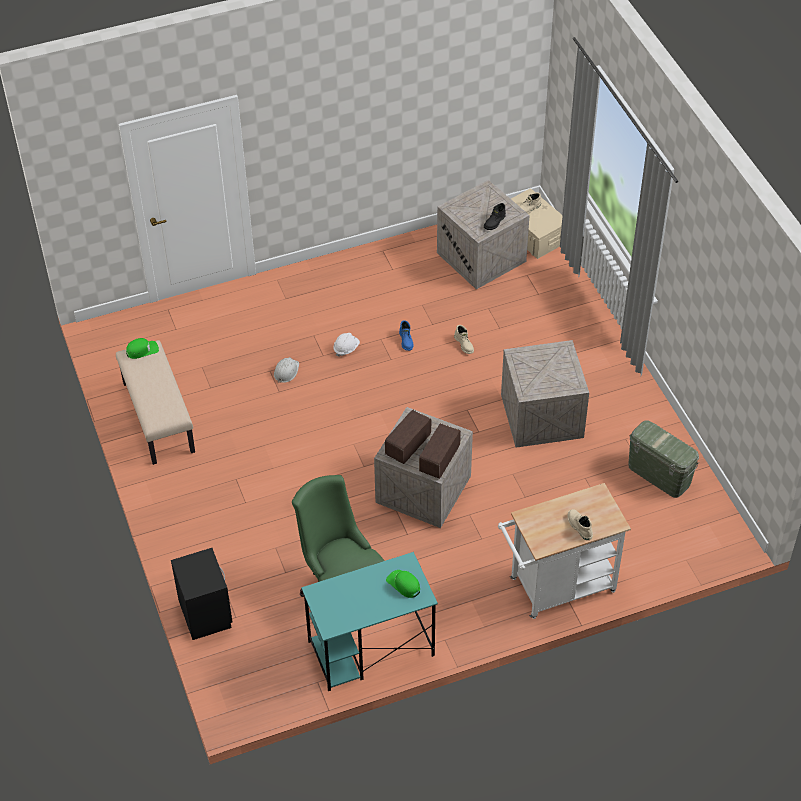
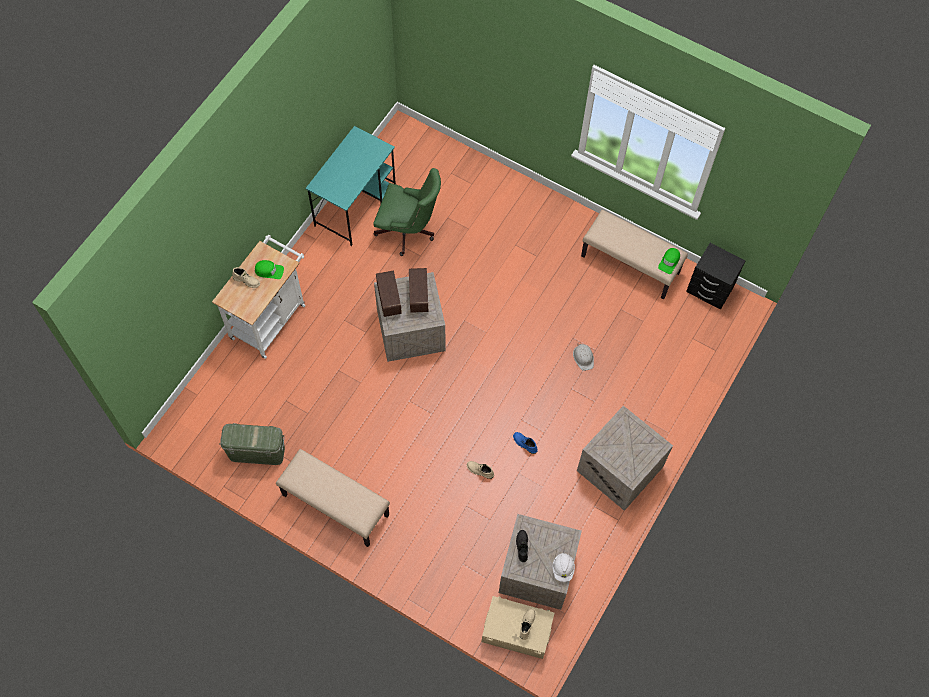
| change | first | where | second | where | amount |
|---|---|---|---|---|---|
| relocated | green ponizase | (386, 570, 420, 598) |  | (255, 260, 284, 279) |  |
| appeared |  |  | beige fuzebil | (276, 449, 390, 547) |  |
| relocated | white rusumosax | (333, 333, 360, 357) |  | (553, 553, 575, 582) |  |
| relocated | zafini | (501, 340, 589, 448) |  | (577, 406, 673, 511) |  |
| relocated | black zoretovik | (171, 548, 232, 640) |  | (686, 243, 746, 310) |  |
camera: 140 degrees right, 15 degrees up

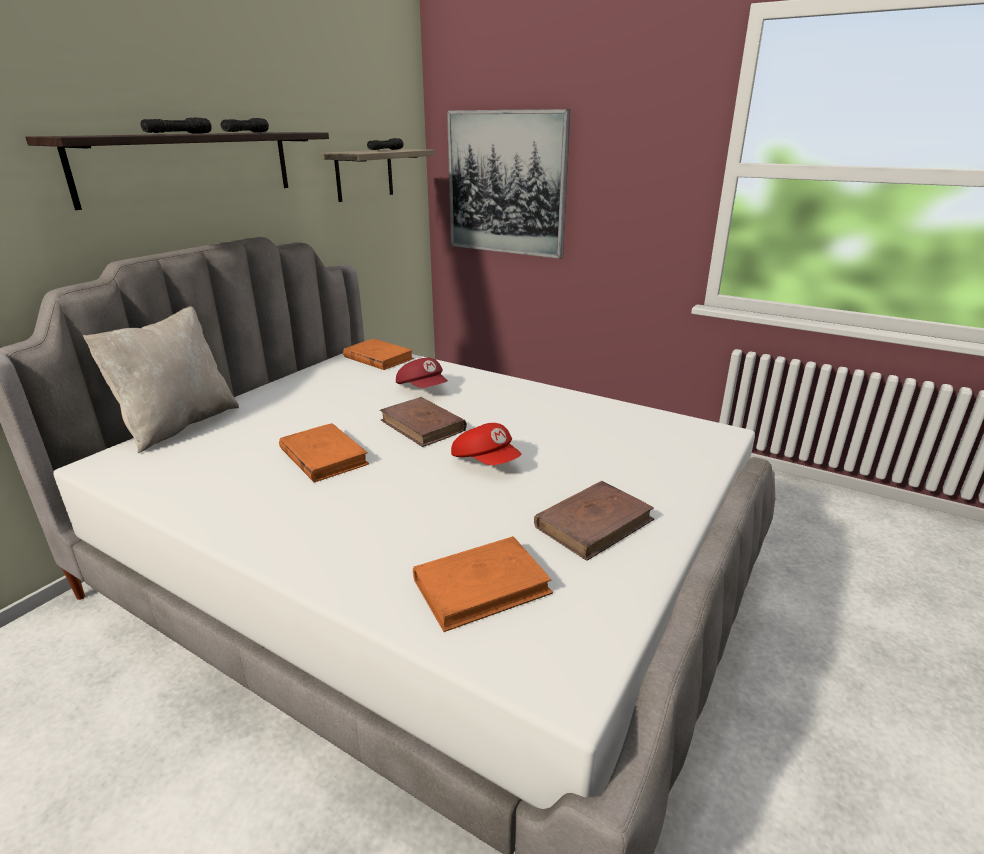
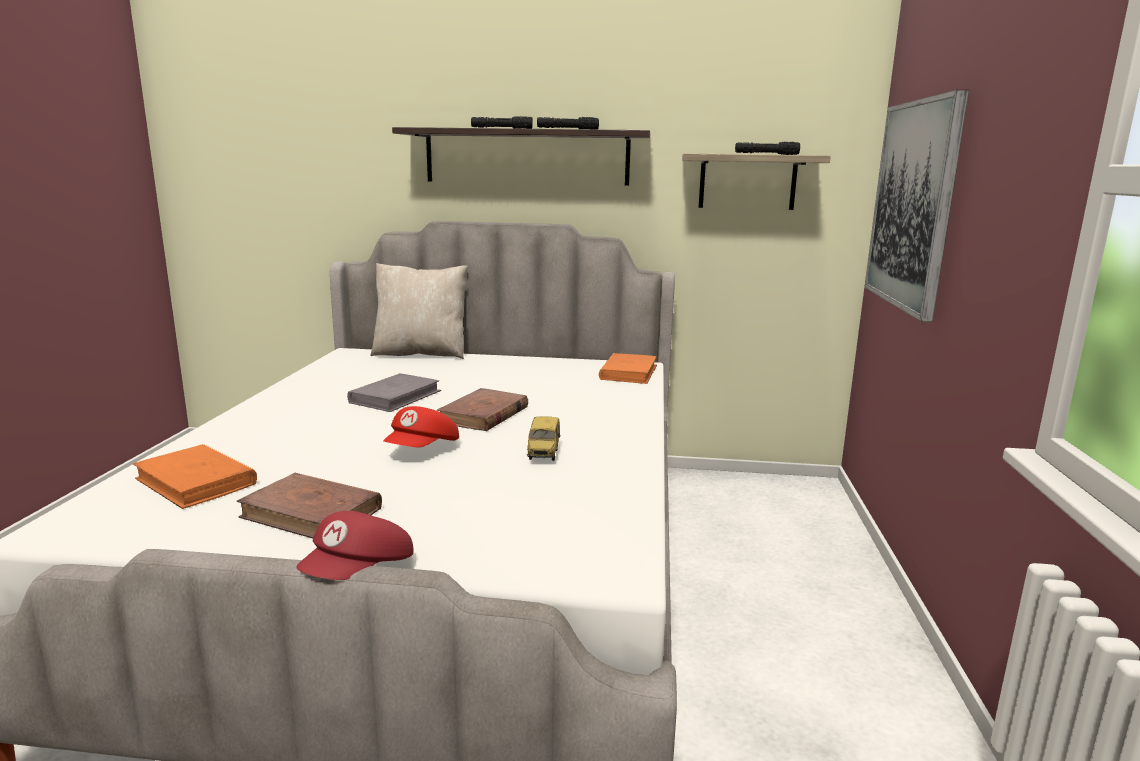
| change | first | where | second | where | amount |
|---|---|---|---|---|---|
| relocated | red ponizase | (396, 358, 448, 388) |  | (296, 511, 414, 580) |  |
| colour | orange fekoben | (279, 423, 369, 483) | grey fekoben | (347, 373, 441, 412) |  |
| appeared |  |  | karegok | (527, 416, 561, 461) |  |
camera: 65 degrees right, 10 degrees down

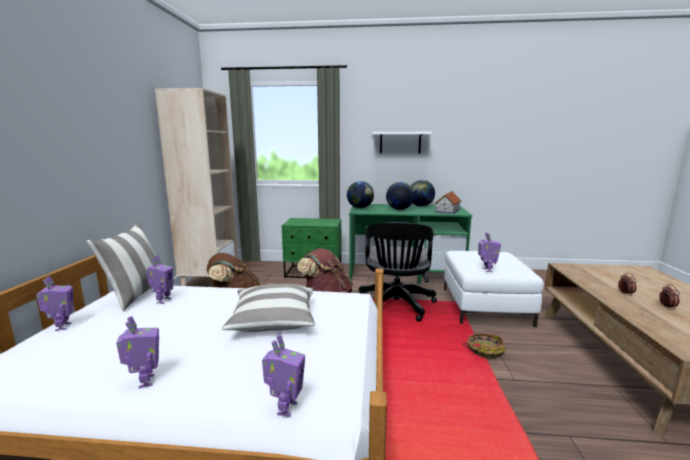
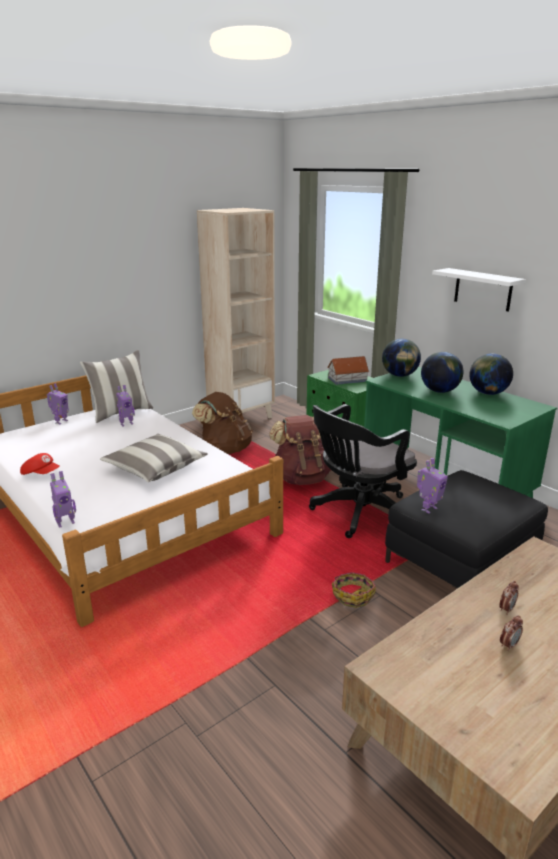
| change | first | where | second | where | amount |
|---|---|---|---|---|---|
| exchanged | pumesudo | (116, 316, 159, 389) | red ponizase | (20, 453, 60, 475) |  |
| relocated | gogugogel | (435, 191, 461, 214) |  | (327, 356, 369, 385) |  |
| colour | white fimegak | (444, 251, 544, 327) | black fimegak | (385, 470, 548, 589) |  |
camera: 45 degrees right, 10 degrees up

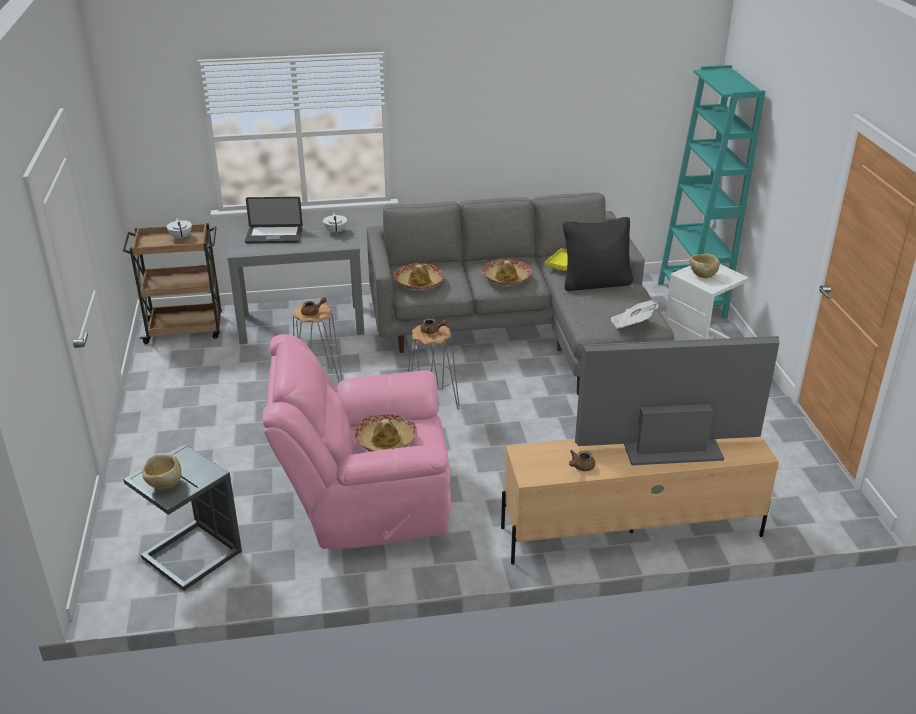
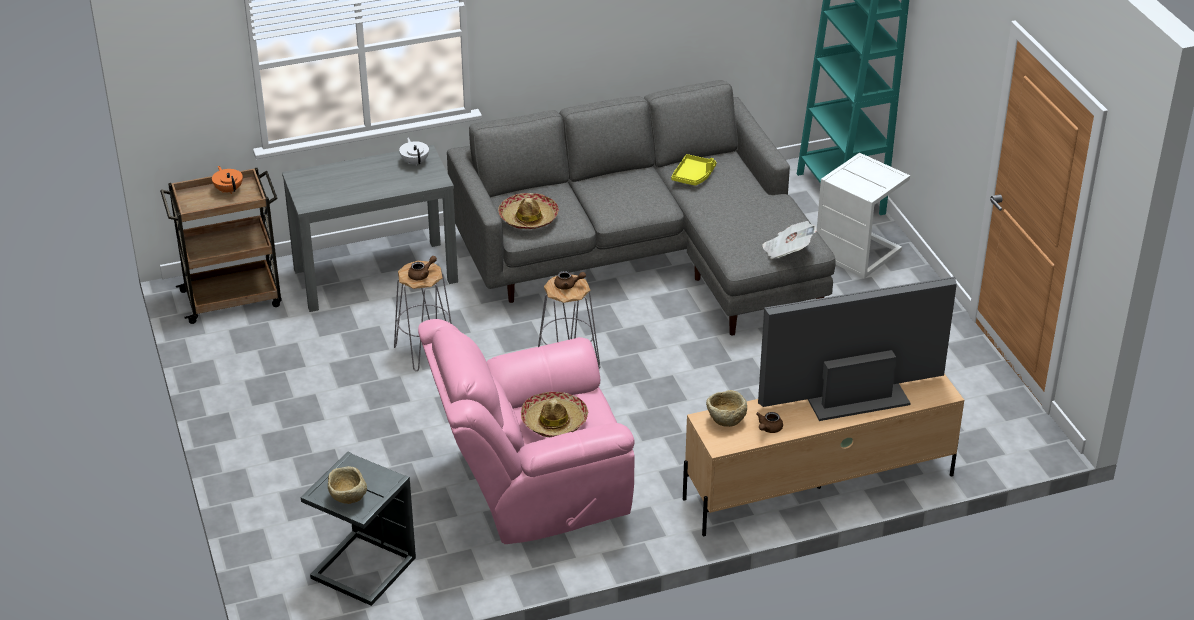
| change | first | where | second | where | amount |
|---|---|---|---|---|---|
| colour | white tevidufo | (167, 218, 192, 240) | orange tevidufo | (212, 166, 243, 194) |  |
| relocated | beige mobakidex | (689, 253, 720, 278) |  | (706, 390, 747, 427) |  |
| missing | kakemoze | (245, 197, 303, 244) |  |  |  |
| missing | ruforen | (482, 259, 531, 285) |  |  |  |
| missing | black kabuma | (563, 217, 633, 291) |  |  |  |
camera: 10 degrees left, 5 degrees up

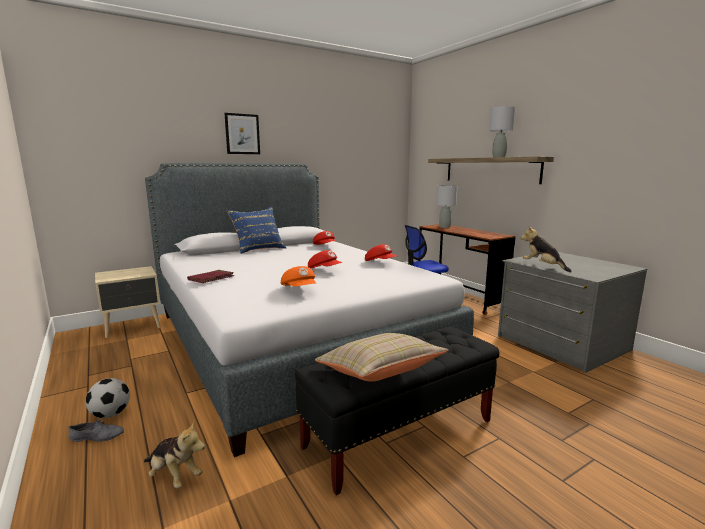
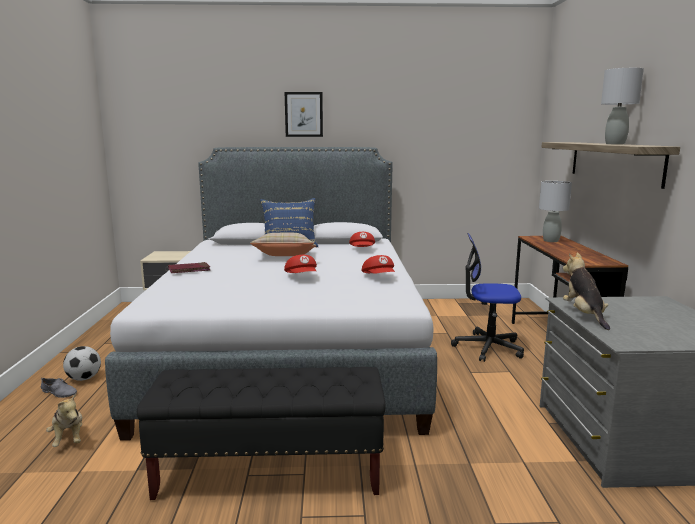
| change | first | where | second | where | amount |
|---|---|---|---|---|---|
| relocated | beige kabuma | (315, 333, 448, 382) |  | (250, 233, 317, 256) |  |
| missing | orange ponizase | (281, 266, 316, 287) |  |  |  |
camera: 30 degrees right, 0 degrees up

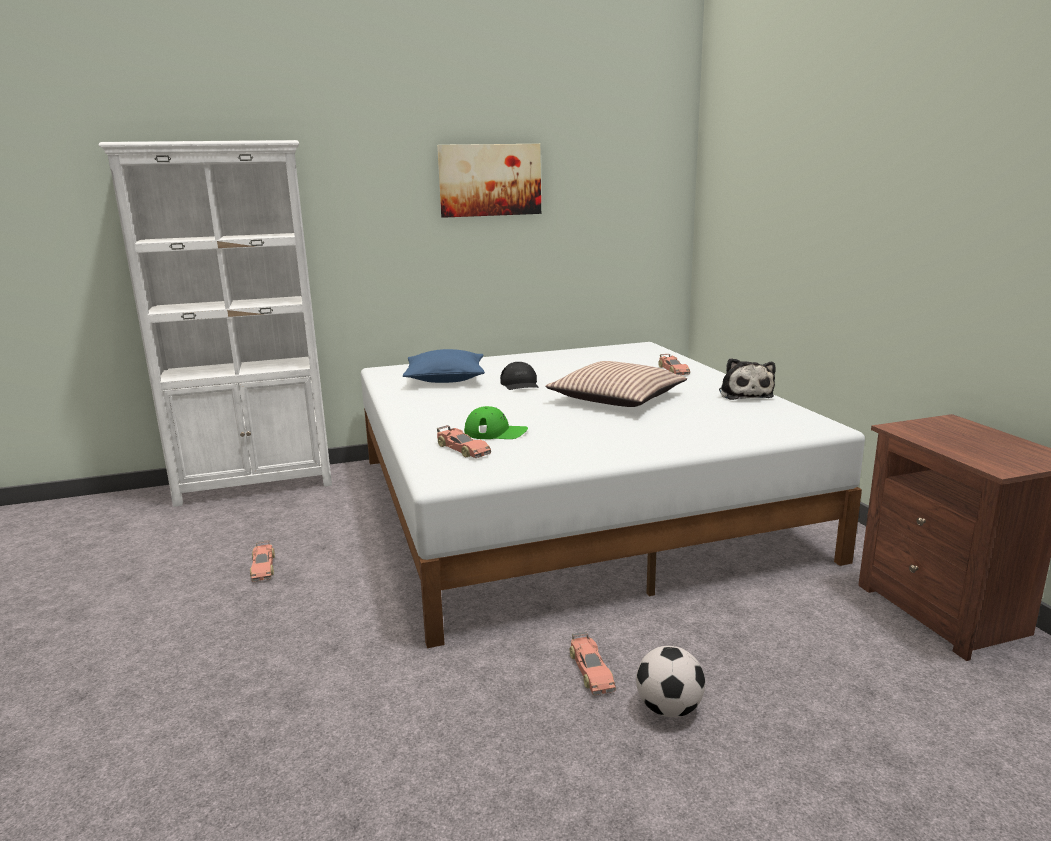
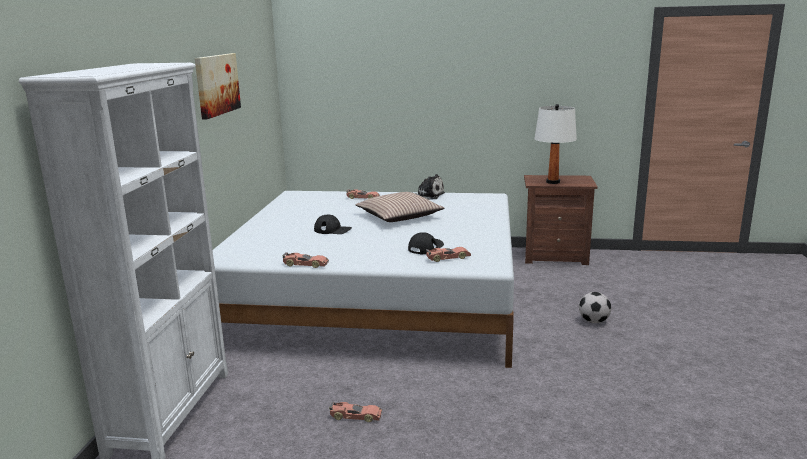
| change | first | where | second | where | amount |
|---|---|---|---|---|---|
| relocated | karegok | (570, 632, 616, 695) |  | (282, 252, 329, 268) |  |
| colour | green ponizase | (464, 406, 528, 439) | black ponizase | (408, 232, 444, 254) |  |
| appeared |  |  | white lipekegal | (534, 104, 577, 184) |  |
| missing | blue kabuma | (403, 349, 485, 383) |  |  |  |
camera: 65 degrees left, 0 degrees up

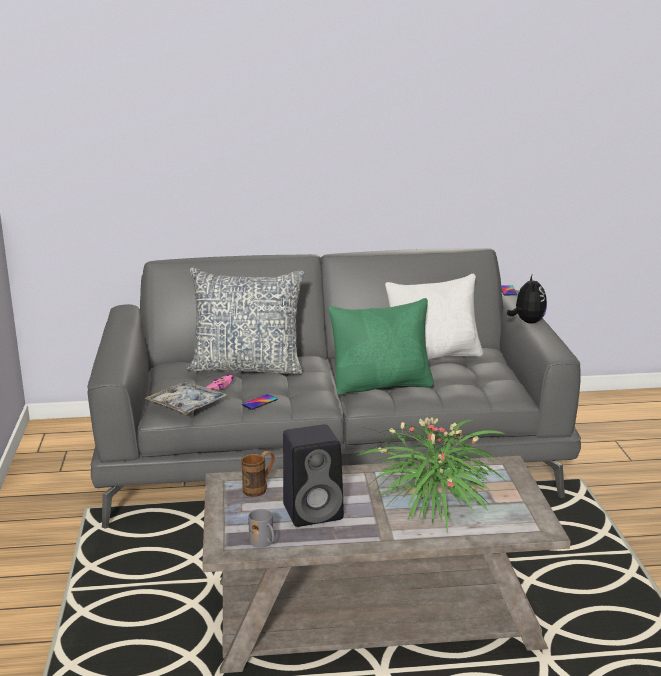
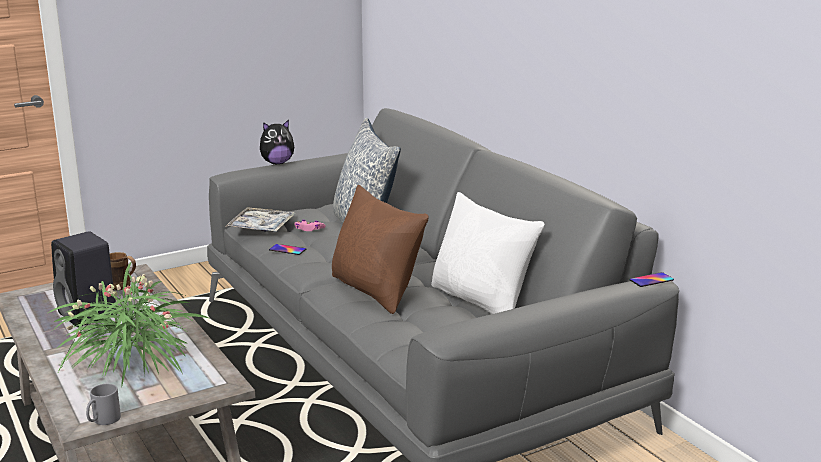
| change | first | where | second | where | amount |
|---|---|---|---|---|---|
| relocated | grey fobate | (248, 509, 275, 548) |  | (86, 384, 121, 425) |  |
| relocated | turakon | (507, 275, 547, 324) |  | (260, 120, 294, 164) |  |
| colour | green kabuma | (328, 298, 434, 395) | brown kabuma | (332, 185, 429, 314) |  |
camera: 65 degrees right, 0 degrees up

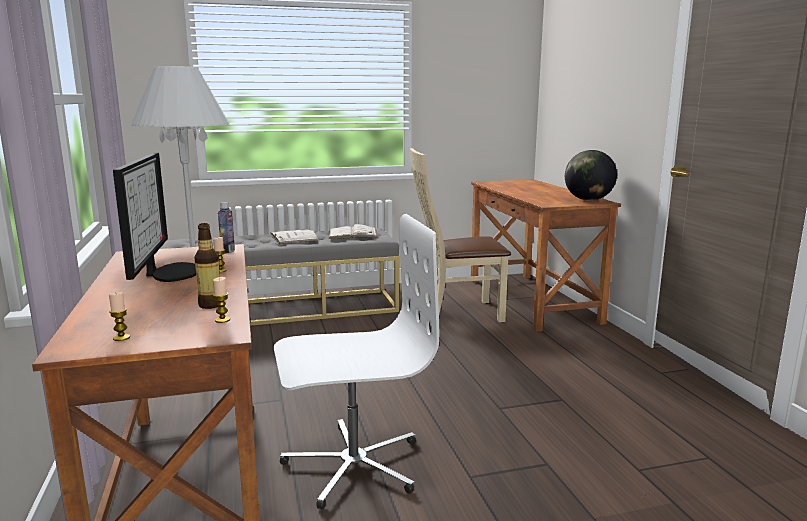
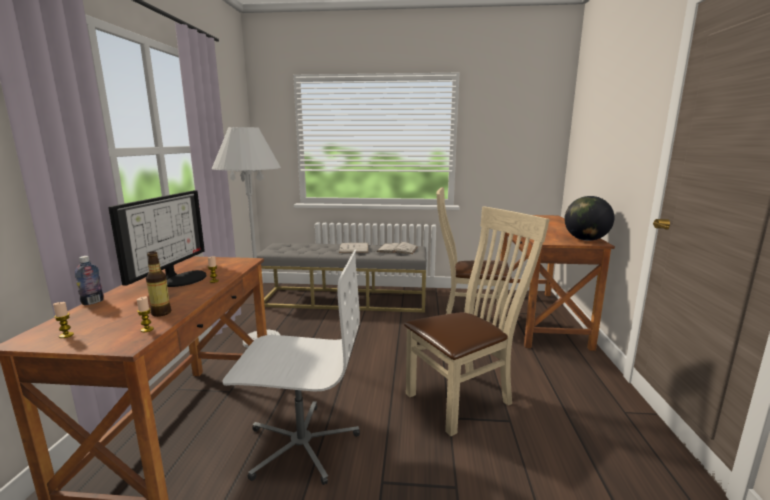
| change | first | where | second | where | amount |
|---|---|---|---|---|---|
| relocated | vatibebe | (218, 202, 235, 254) |  | (75, 256, 104, 305) |  |
| appeared |  |  | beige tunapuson | (404, 207, 550, 436) |  |
camera: 20 degrees right, 0 degrees up

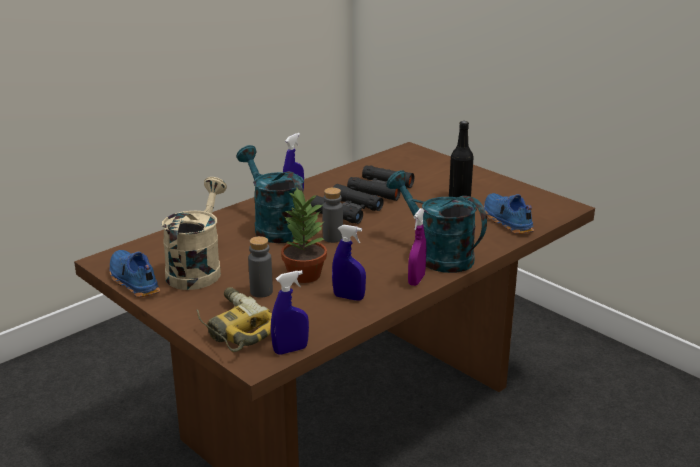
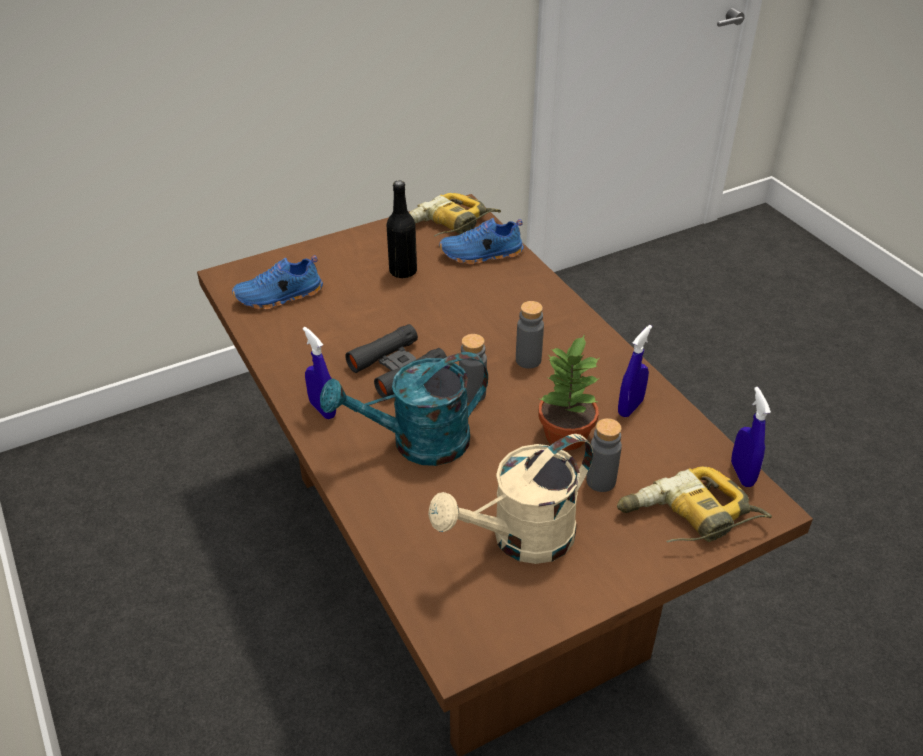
| change | first | where | second | where | amount |
|---|---|---|---|---|---|
| relocated | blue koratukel | (110, 250, 160, 297) |  | (232, 255, 323, 310) |  |
| appeared |  |  | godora | (409, 193, 501, 237) |  |
| spun | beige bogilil | (162, 177, 227, 290) |  | (428, 434, 593, 564) | 60 degrees counterclockwise |
| appeared |  |  | grey vatibebe | (516, 301, 544, 369) |  |
| missing | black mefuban | (347, 166, 414, 201) |  |  |  |
| missing | turquoise bogilil | (387, 170, 487, 273) |  |  |  |
| missing | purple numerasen | (408, 208, 426, 286) |  |  |  |
camera: 75 degrees left, 15 degrees up

